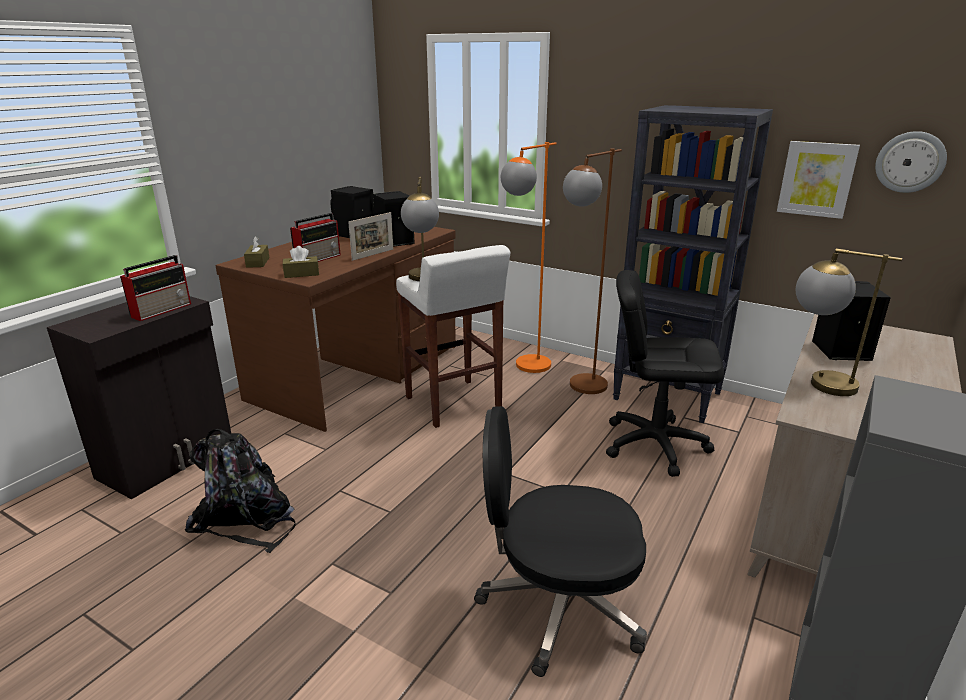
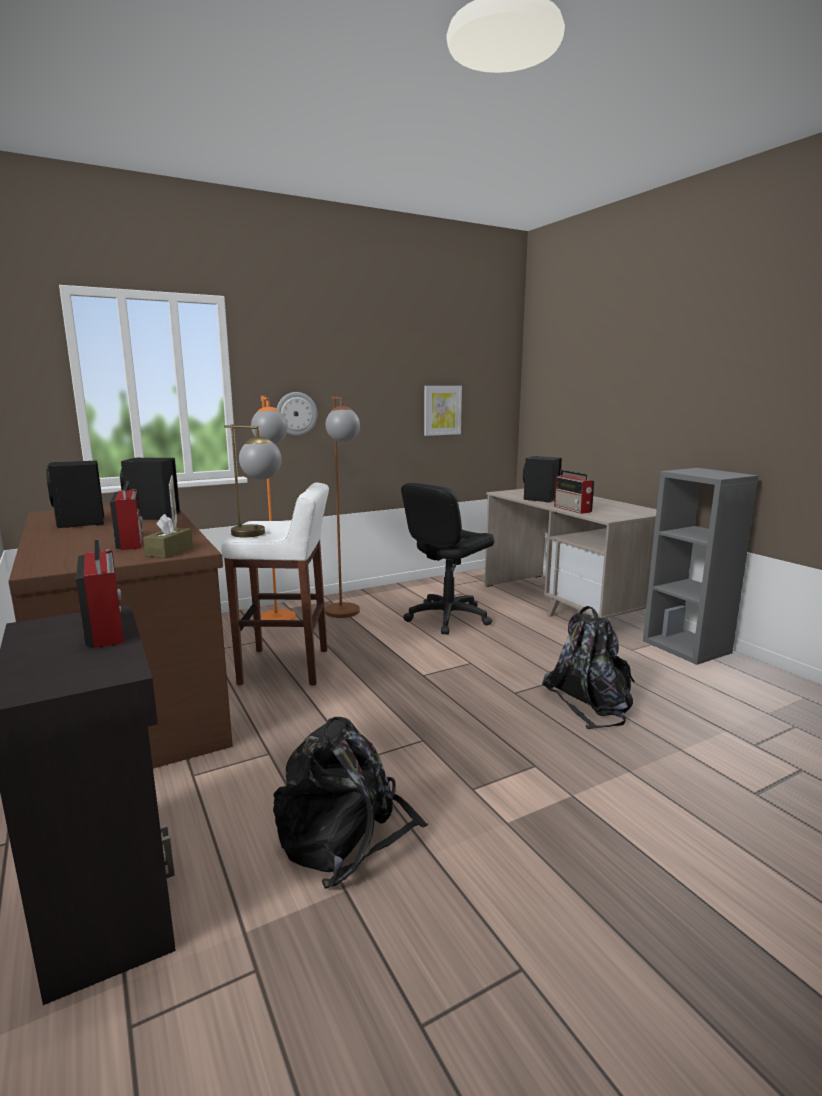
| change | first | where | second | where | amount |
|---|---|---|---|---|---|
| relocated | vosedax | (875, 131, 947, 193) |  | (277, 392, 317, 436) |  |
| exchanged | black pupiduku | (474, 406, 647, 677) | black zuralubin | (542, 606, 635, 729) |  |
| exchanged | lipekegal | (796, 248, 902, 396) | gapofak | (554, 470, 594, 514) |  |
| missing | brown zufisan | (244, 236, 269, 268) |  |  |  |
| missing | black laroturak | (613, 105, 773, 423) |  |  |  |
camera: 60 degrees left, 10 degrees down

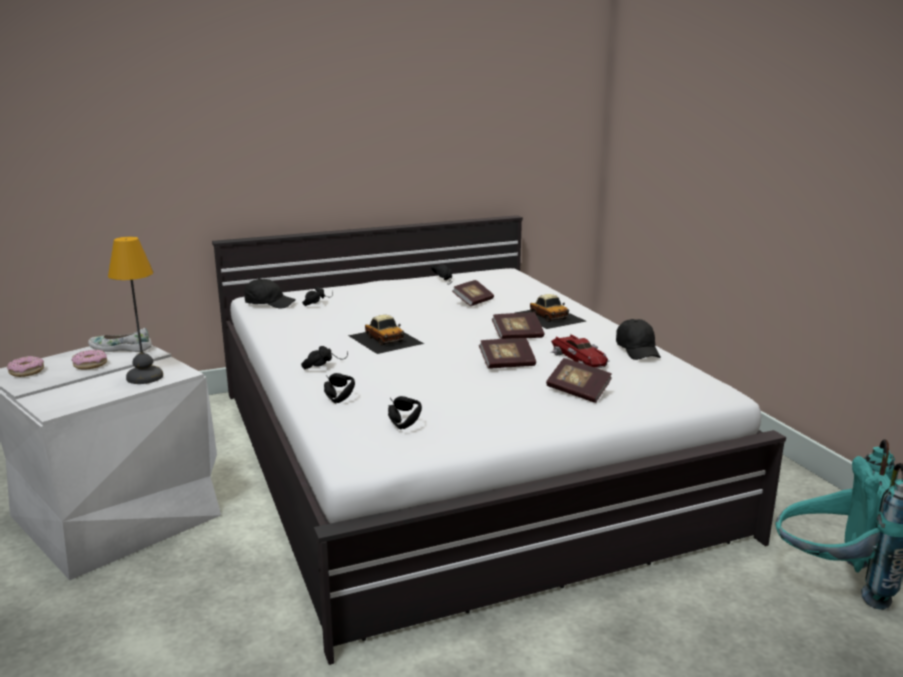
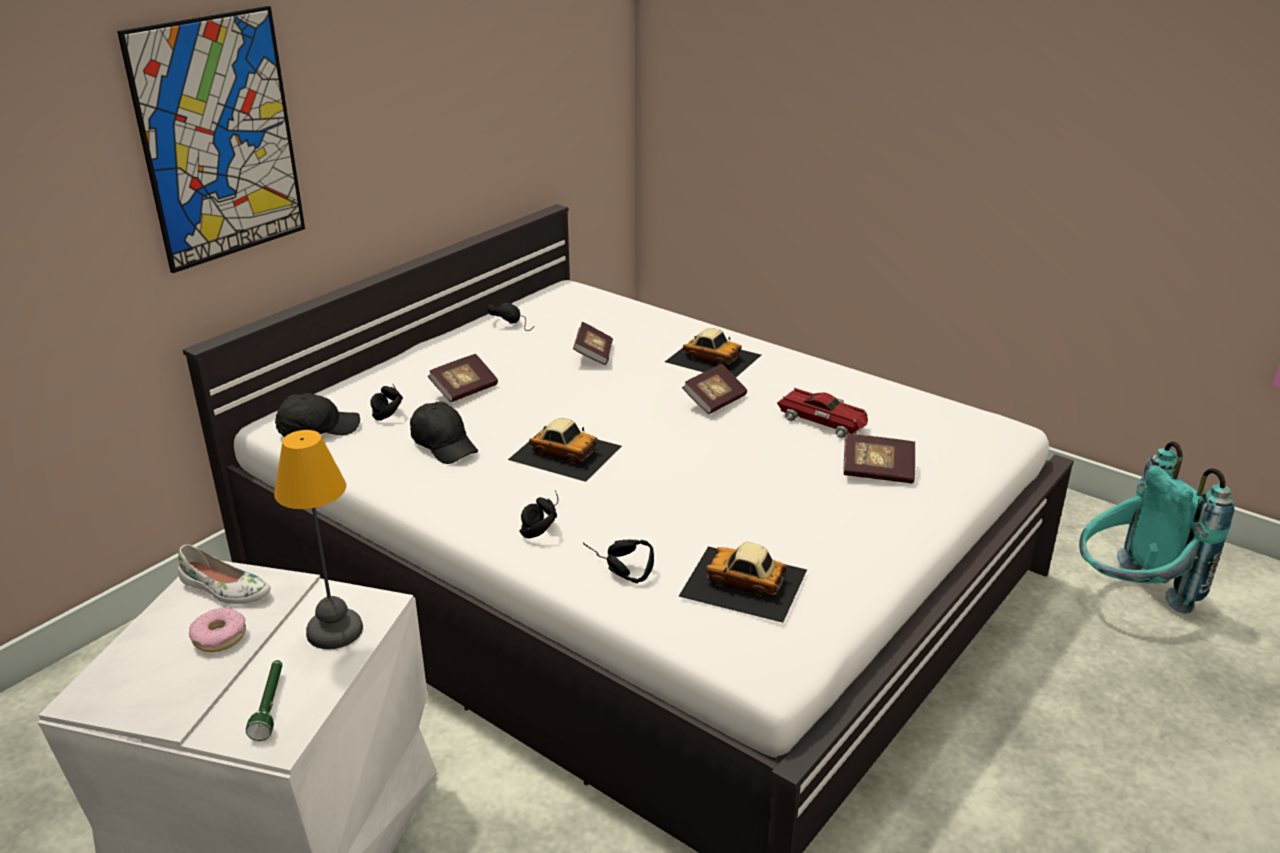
| change | first | where | second | where | amount |
|---|---|---|---|---|---|
| appeared |  |  | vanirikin | (117, 6, 305, 273) |  |
| spun | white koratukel | (88, 328, 152, 352) |  | (178, 544, 271, 604) | 135 degrees counterclockwise |
| appeared |  |  | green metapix | (246, 660, 282, 741) |  |
| relocated | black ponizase | (616, 319, 661, 360) |  | (410, 401, 478, 464) |  |
| relocated | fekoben | (479, 338, 536, 369) |  | (428, 354, 498, 402) |  |
| exchanged | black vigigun | (388, 396, 422, 430) | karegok | (679, 542, 807, 623) |  |
| missing | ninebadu | (7, 356, 44, 377) |  |  |  |
camera: 30 degrees left, 10 degrees up

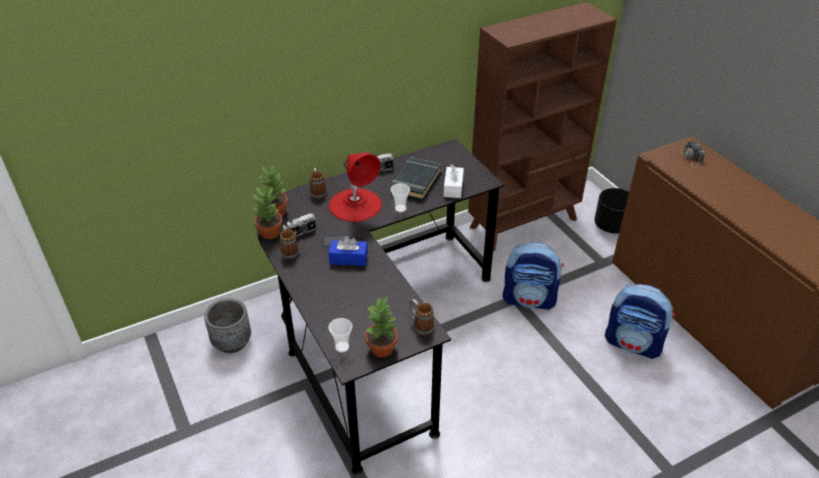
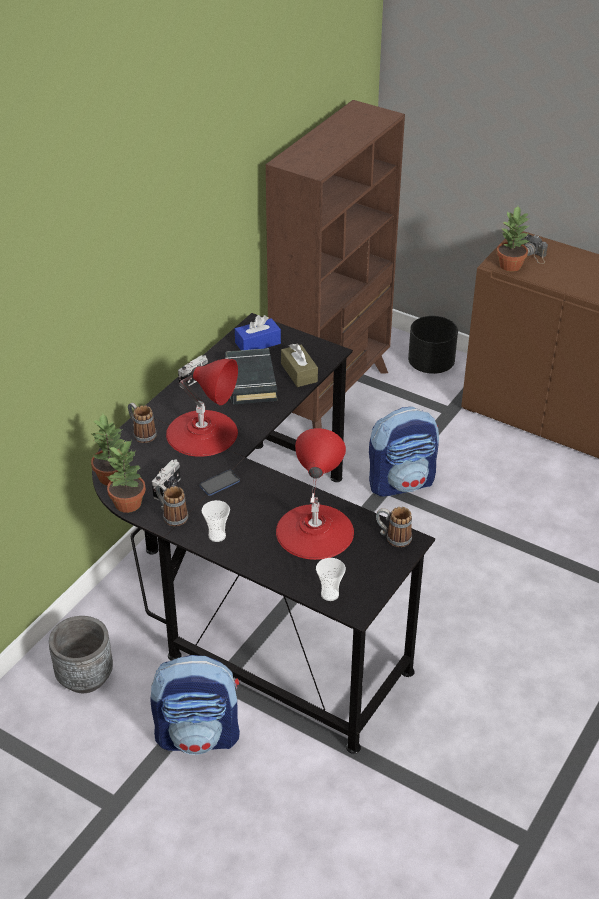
| change | first | where | second | where | amount |
|---|---|---|---|---|---|
| relocated | zuralubin | (605, 284, 675, 359) |  | (150, 655, 240, 755) |  |
| relocated | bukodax | (391, 183, 410, 212) |  | (202, 500, 230, 542) |  |
| relocated | blue zufisan | (328, 236, 368, 266) |  | (235, 315, 281, 350) |  |
| appeared |  |  | red lipekegal | (276, 428, 354, 560) |  |
| colour | white zufisan | (444, 164, 464, 198) | brown zufisan | (281, 343, 318, 387) |  |
| relocated | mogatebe | (365, 297, 398, 358) |  | (497, 206, 530, 272) |  |
camera: 30 degrees left, 0 degrees up

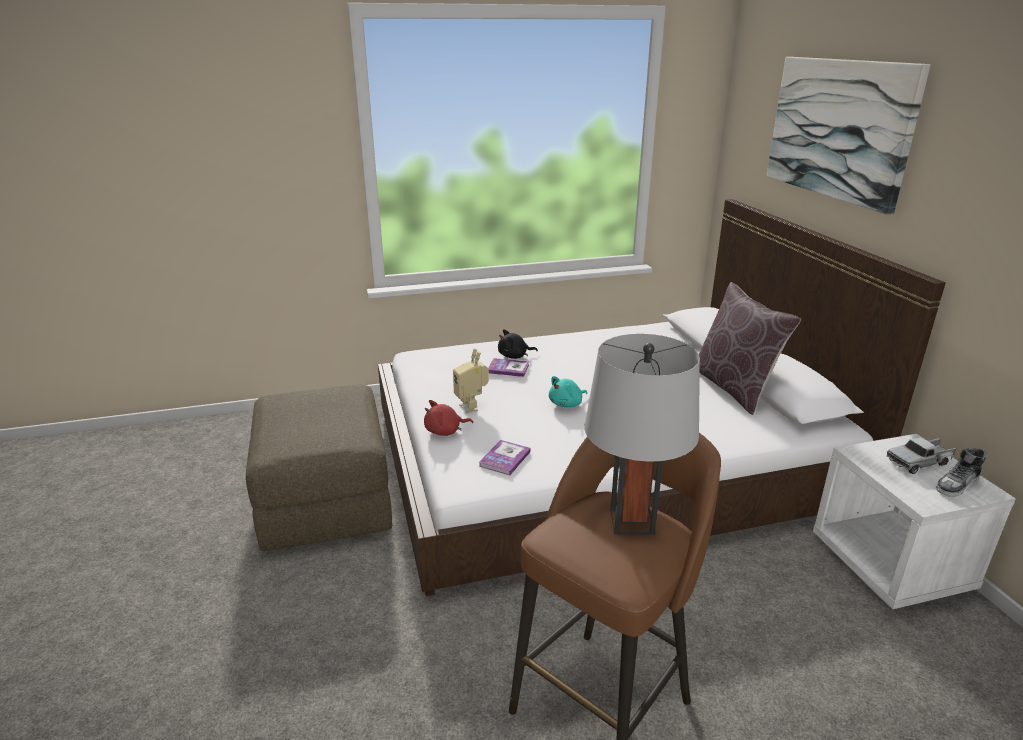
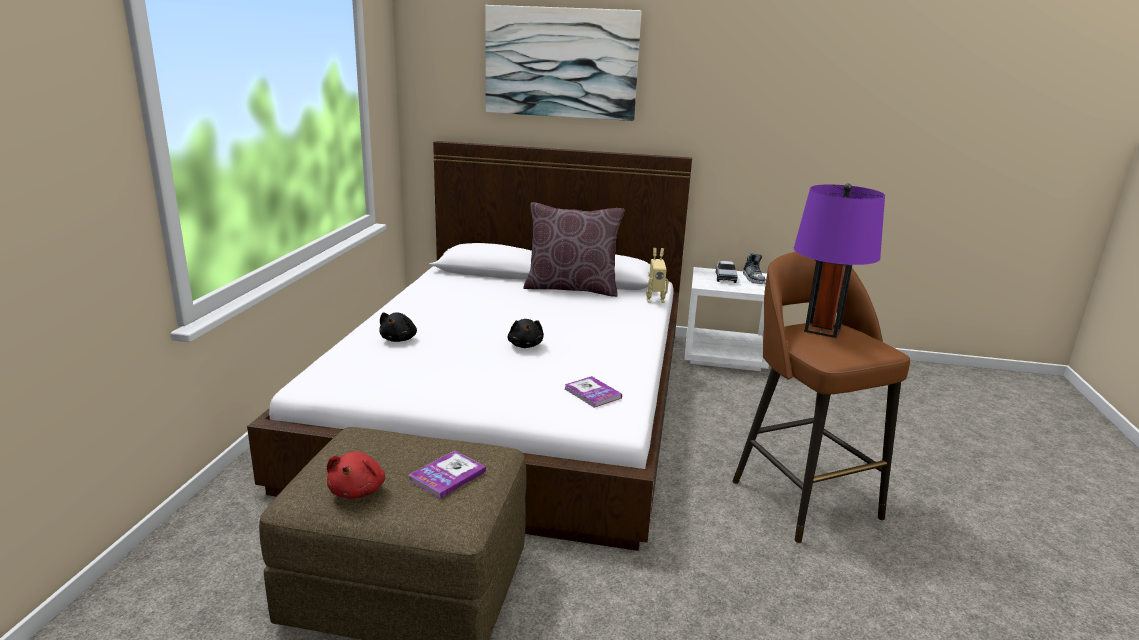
| change | first | where | second | where | amount |
|---|---|---|---|---|---|
| relocated | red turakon | (424, 400, 473, 436) |  | (327, 451, 385, 499) |  |
| relocated | fekoben | (488, 358, 529, 377) |  | (409, 450, 486, 499) |  |
| colour | turquoise turakon | (549, 376, 587, 408) | black turakon | (507, 319, 544, 348) |  |
| relocated | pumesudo | (453, 348, 489, 413) |  | (646, 248, 669, 303) |  |
| colour | grey lipekegal | (584, 334, 700, 535) | purple lipekegal | (793, 183, 885, 338) |  |
camera: 65 degrees left, 5 degrees down

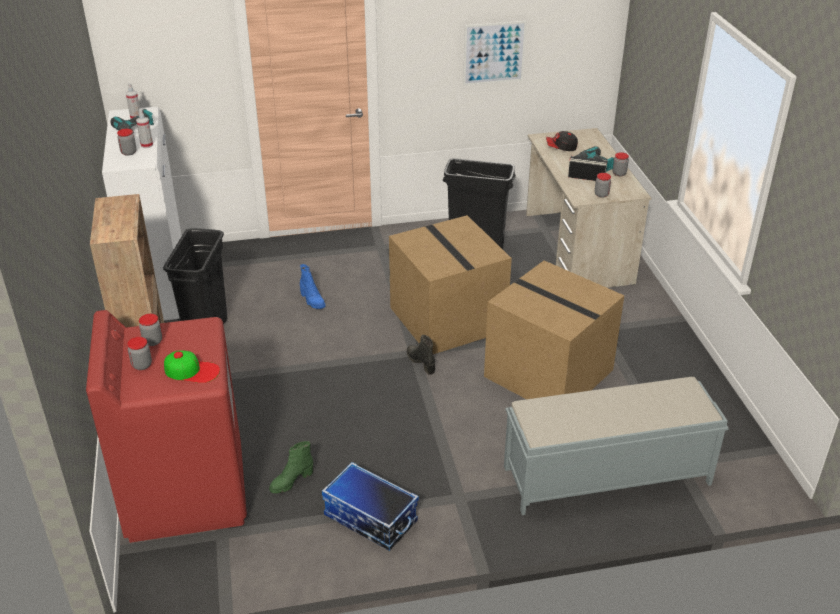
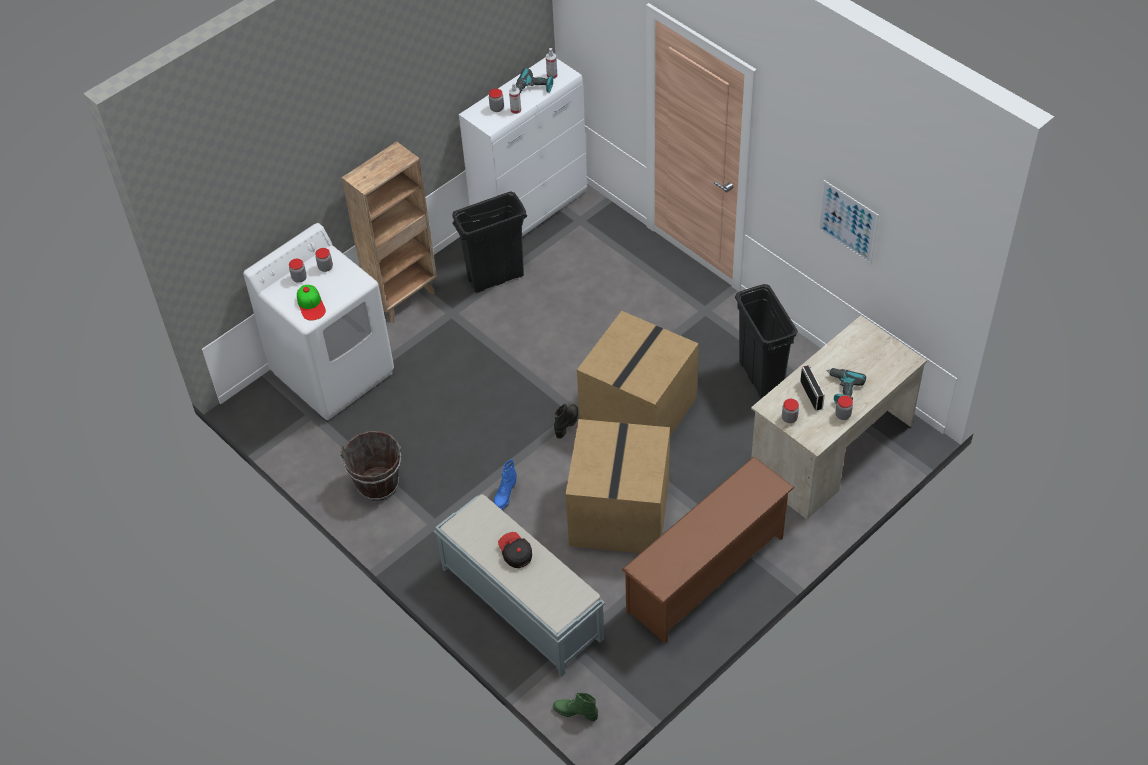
| change | first | where | second | where | amount |
|---|---|---|---|---|---|
| colour | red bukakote | (86, 310, 247, 543) | white bukakote | (243, 223, 394, 420) |  |
| exchanged | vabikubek | (322, 462, 419, 551) | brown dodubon | (340, 431, 401, 501) |  |
| relocated | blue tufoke | (300, 264, 326, 309) |  | (494, 459, 517, 510) |  |
| relocated | ponizase | (546, 131, 578, 151) |  | (498, 532, 532, 568) |  |
| relocated | green tufoke | (269, 441, 313, 494) |  | (553, 692, 598, 721) |  |
| appeared |  |  | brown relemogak | (622, 456, 795, 644) |  |
camera: 60 degrees right, 15 degrees up

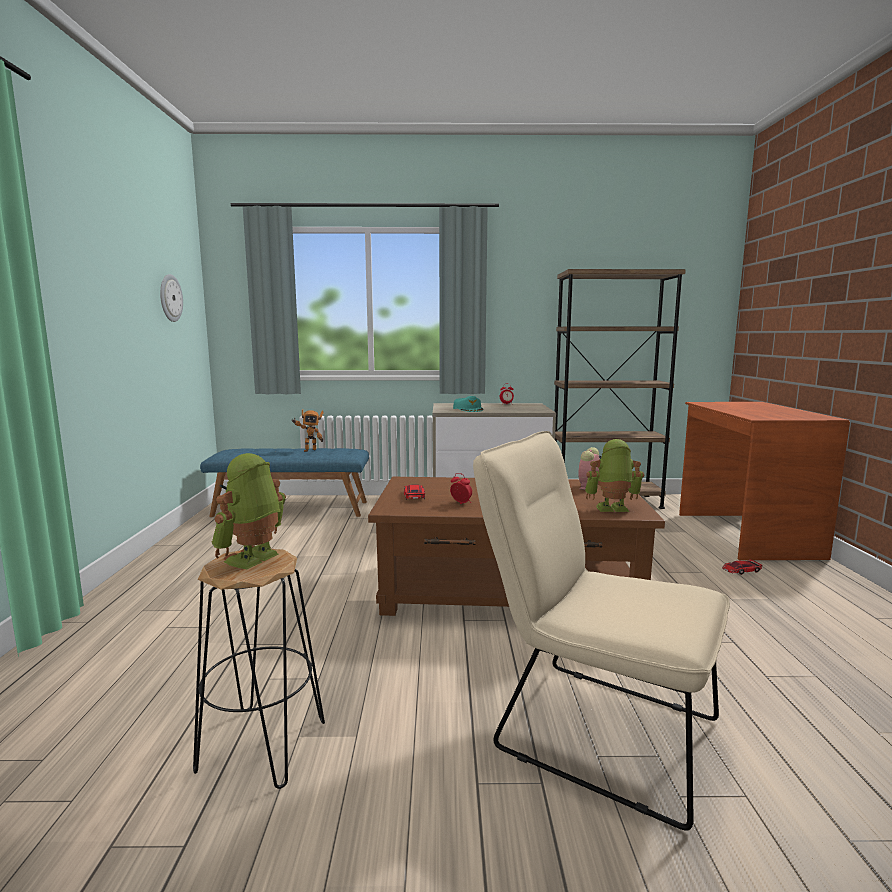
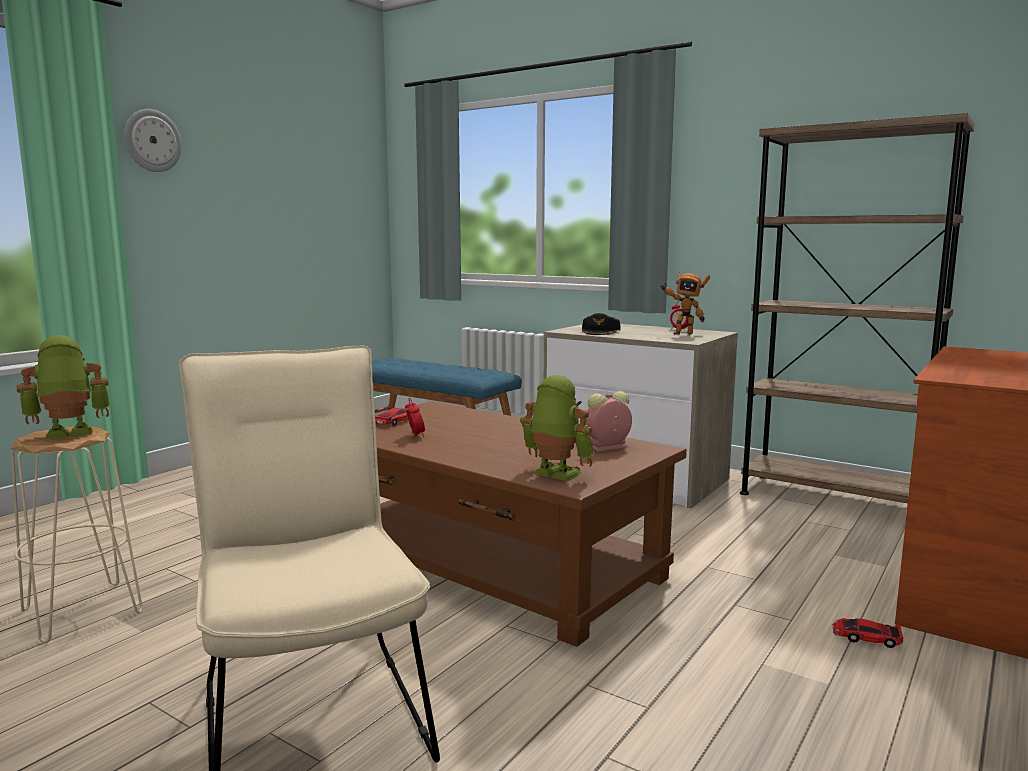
| change | first | where | second | where | amount |
|---|---|---|---|---|---|
| colour | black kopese | (193, 549, 325, 789) | beige kopese | (10, 427, 143, 643) |  |
| relocated | vosedax | (160, 274, 183, 322) |  | (124, 109, 182, 172) |  |
| colour | turquoise ponizase | (453, 396, 483, 412) | black ponizase | (582, 313, 621, 335) |  |
| relocated | pumesudo | (291, 409, 324, 452) |  | (660, 271, 710, 335) |  |
camera: 35 degrees right, 0 degrees up

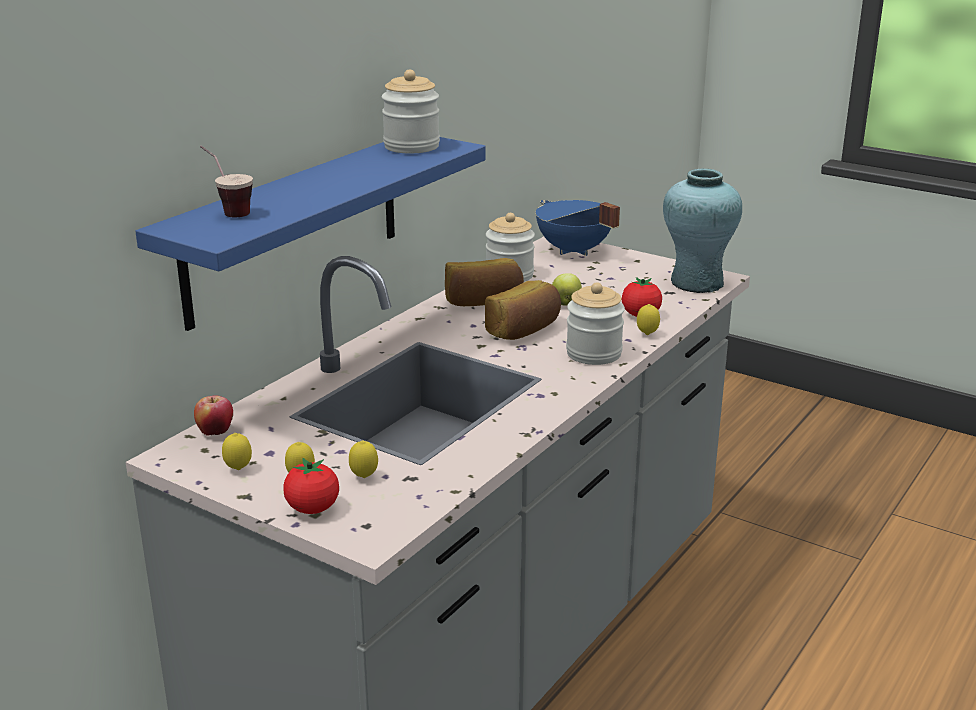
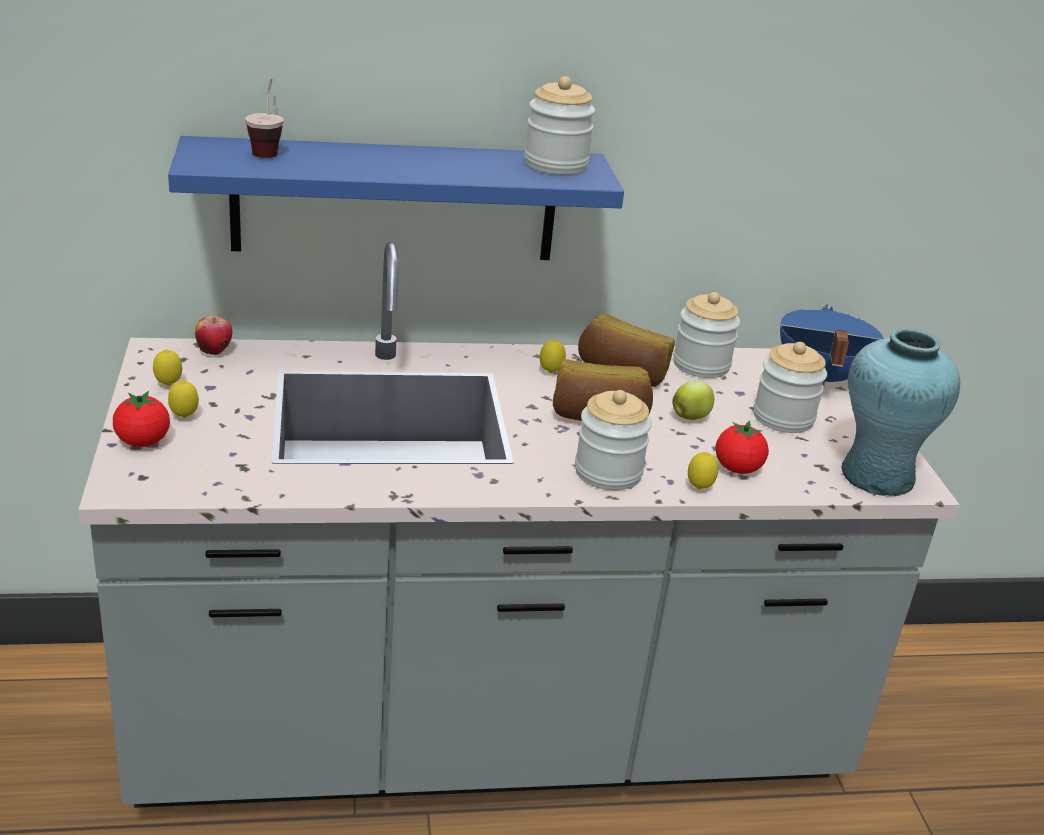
| change | first | where | second | where | amount |
|---|---|---|---|---|---|
| relocated | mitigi | (349, 441, 378, 478) |  | (540, 339, 566, 373) |  |
| appeared |  |  | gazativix | (753, 342, 827, 433) |  |
camera: 45 degrees right, 5 degrees up

